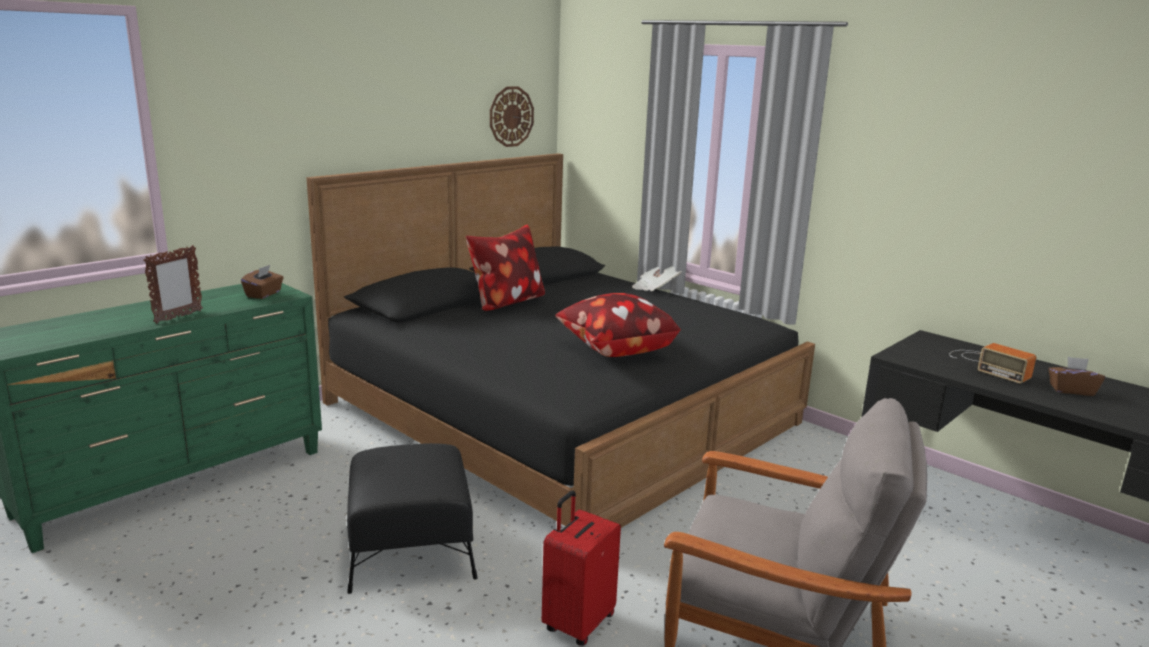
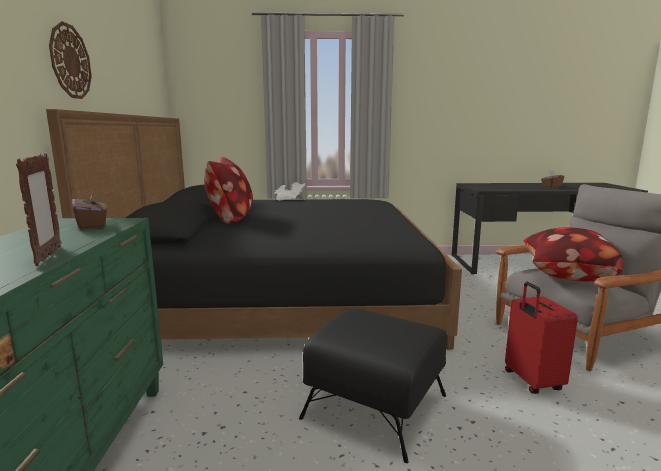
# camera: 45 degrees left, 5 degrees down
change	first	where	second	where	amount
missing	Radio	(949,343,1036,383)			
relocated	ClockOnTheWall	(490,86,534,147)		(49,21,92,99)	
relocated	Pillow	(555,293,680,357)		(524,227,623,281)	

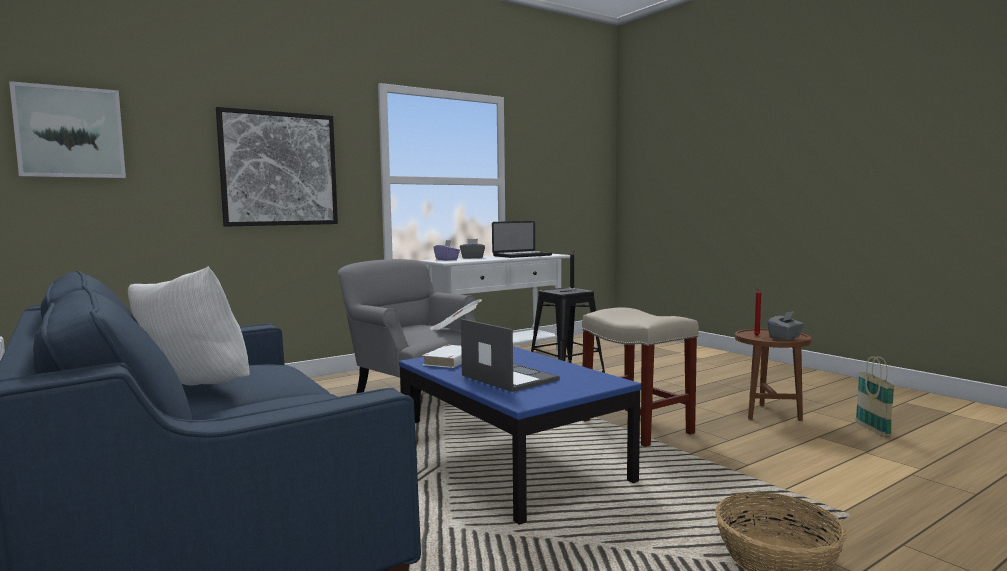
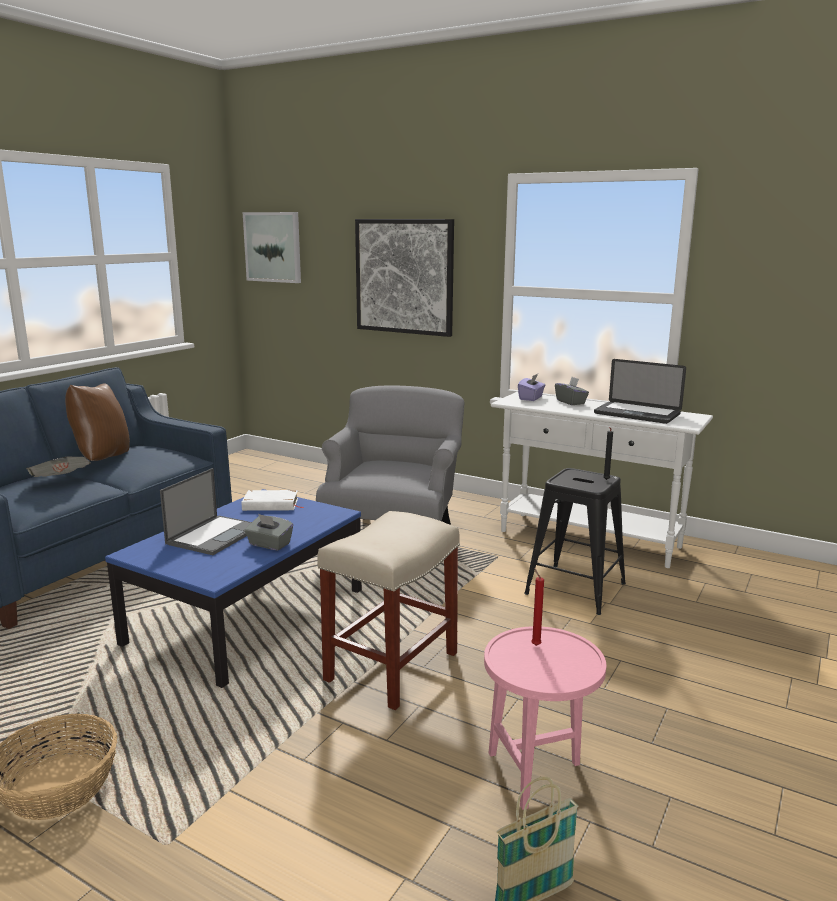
# camera: 65 degrees right, 10 degrees up
change	first	where	second	where	amount
relocated	DailyPaper	(430,299,482,331)		(26,456,91,477)	
relocated	GrayTissueHolder	(767,311,804,340)		(245,514,293,551)	
colour	WhiteColouredPillow	(128,266,250,386)	BrownishPillow	(65,384,130,461)	
colour	BrownishSideTable	(735,329,811,421)	PinkishSideTable	(484,626,606,810)	

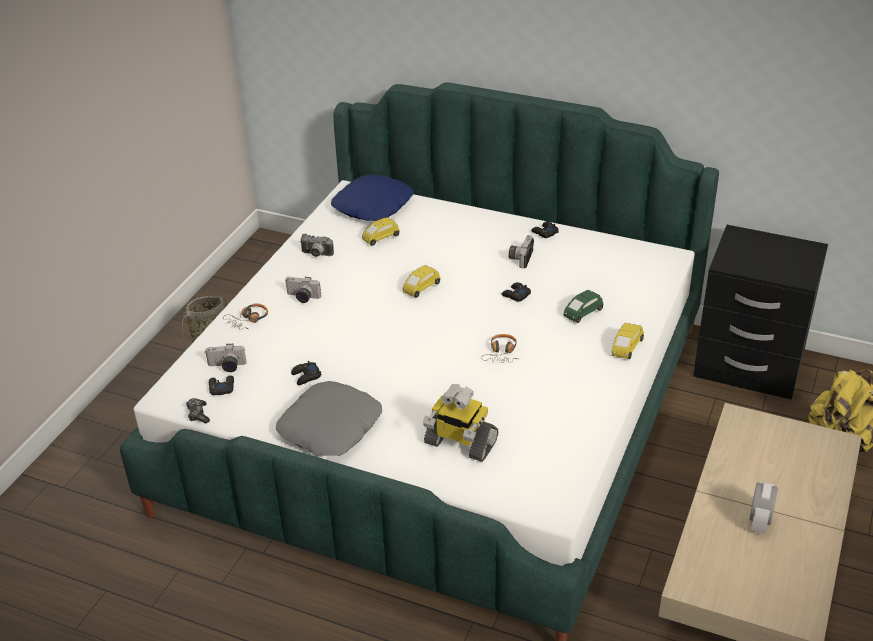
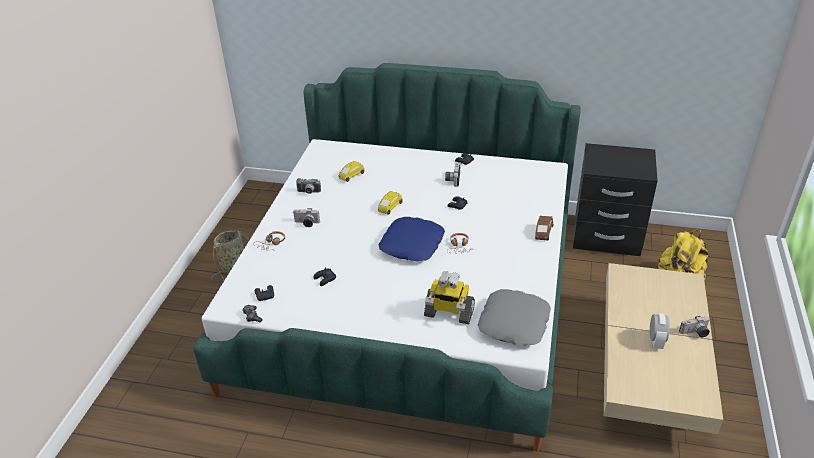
# camera: 10 degrees left, 0 degrees up
change	first	where	second	where	amount
missing	GreenColouredMiniatureCar	(564,290,604,323)			
relocated	PhotoCamera	(205,344,247,372)		(679,316,710,338)	
relocated	GrayPillow	(276,381,382,456)		(478,289,551,346)	
relocated	BluishPillow	(331,174,414,221)		(379,217,445,261)	
colour	YellowColouredMiniatureCar	(612,323,644,359)	BrownishMiniatureCar	(535,216,553,240)	

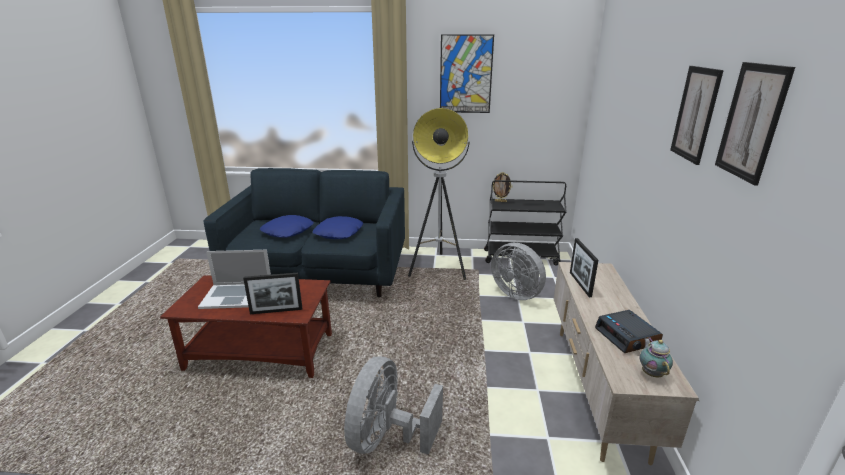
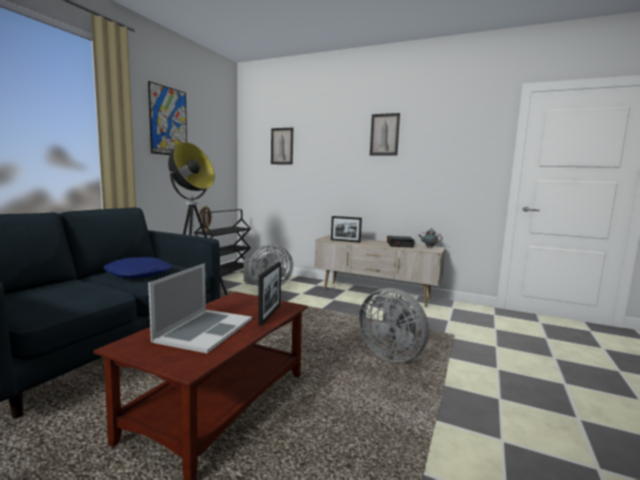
# camera: 70 degrees left, 15 degrees down
change	first	where	second	where	amount
missing	BluishPillow	(260,215,313,238)			
relocated	WallPicture	(715,62,795,186)		(271,128,293,165)	

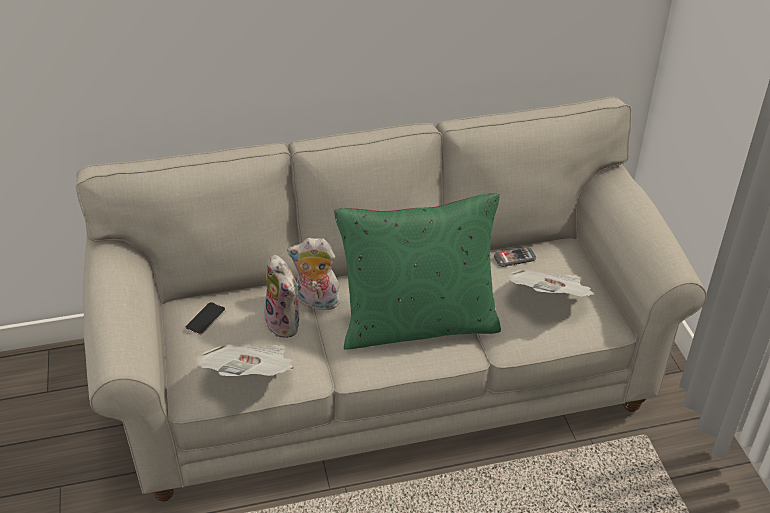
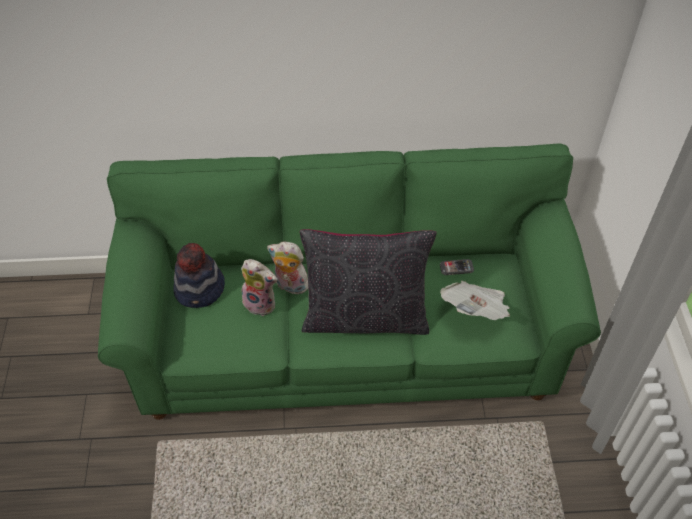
# camera: 10 degrees right, 10 degrees up
change	first	where	second	where	amount
missing	DailyPaper	(196,344,293,376)			
exchanged	Telephone	(185,302,226,335)	Hat	(173,243,225,308)	
colour	BeigeCouch	(76,97,707,502)	GreenColouredCouch	(98,144,601,420)	
colour	GreenColouredPillow	(334,193,501,350)	BlackPillow	(300,229,437,335)	
spun	PlushToy	(264,255,301,338)		(241,259,277,316)	45 degrees counterclockwise

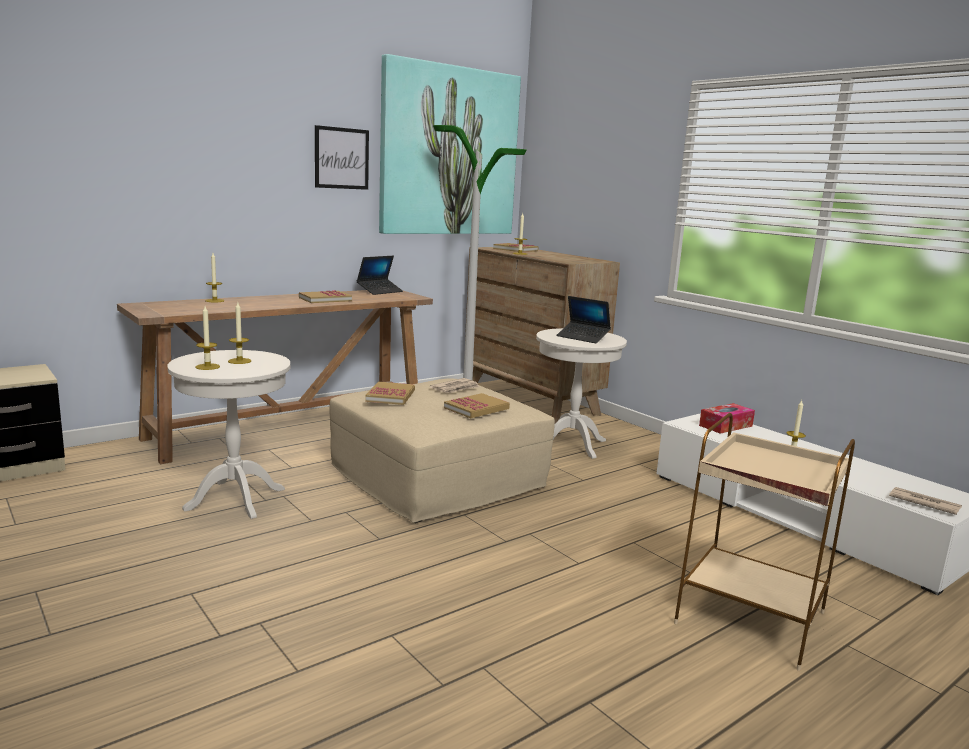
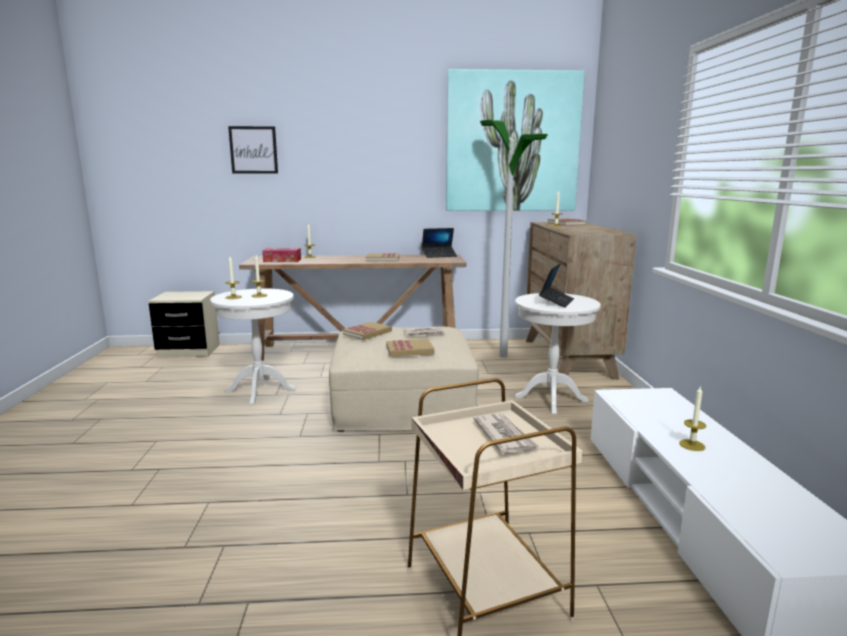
# camera: 35 degrees right, 0 degrees up
change	first	where	second	where	amount
relocated	WallPicture	(315,125,369,190)		(228,126,278,174)	
relocated	TissueHolder	(699,403,755,434)		(262,248,301,262)	
relocated	DailyPaper	(889,487,962,515)		(474,414,539,453)	
spun	PortableComputer	(556,296,611,343)		(539,263,574,308)	135 degrees counterclockwise

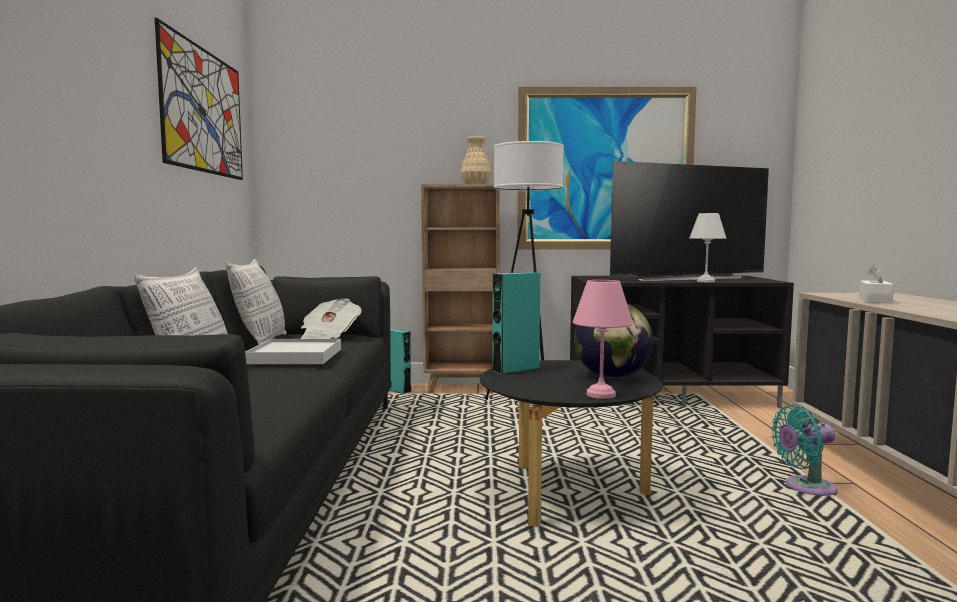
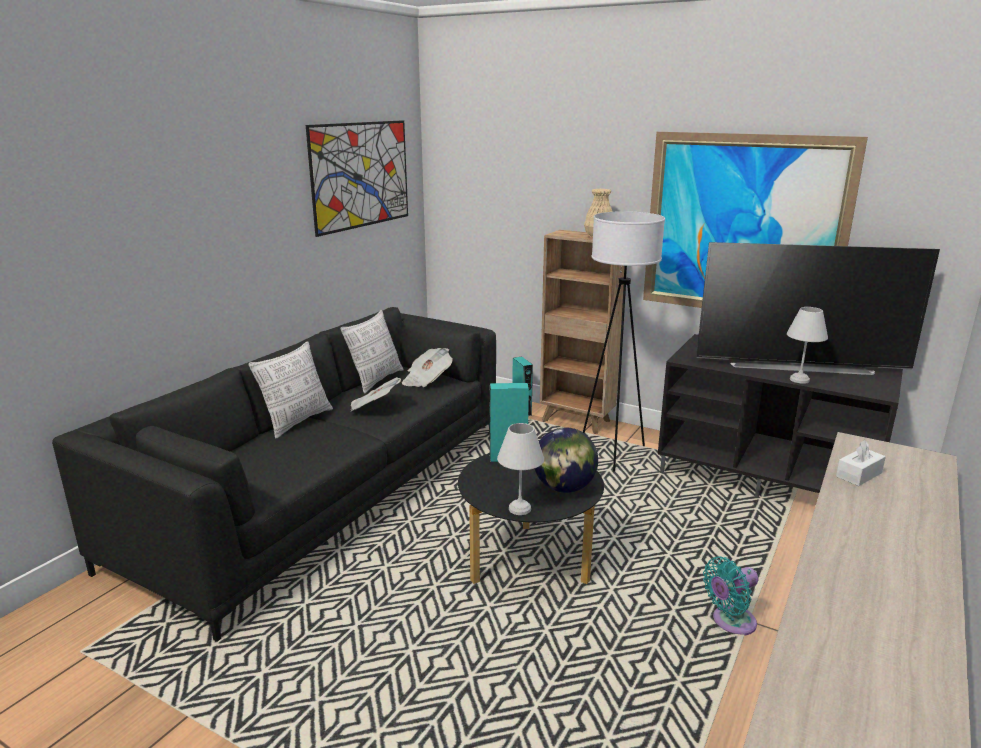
# camera: 30 degrees right, 15 degrees up
change	first	where	second	where	amount
exchanged	WhiteColouredCarryingTray	(245,339,341,364)	DailyPaper	(350,377,401,412)	
colour	PinkishTableLamp	(573,280,633,399)	WhiteColouredTableLamp	(497,423,544,515)	
spun	TurquoiseCoolingFan	(771,405,838,496)		(703,556,759,636)	45 degrees counterclockwise

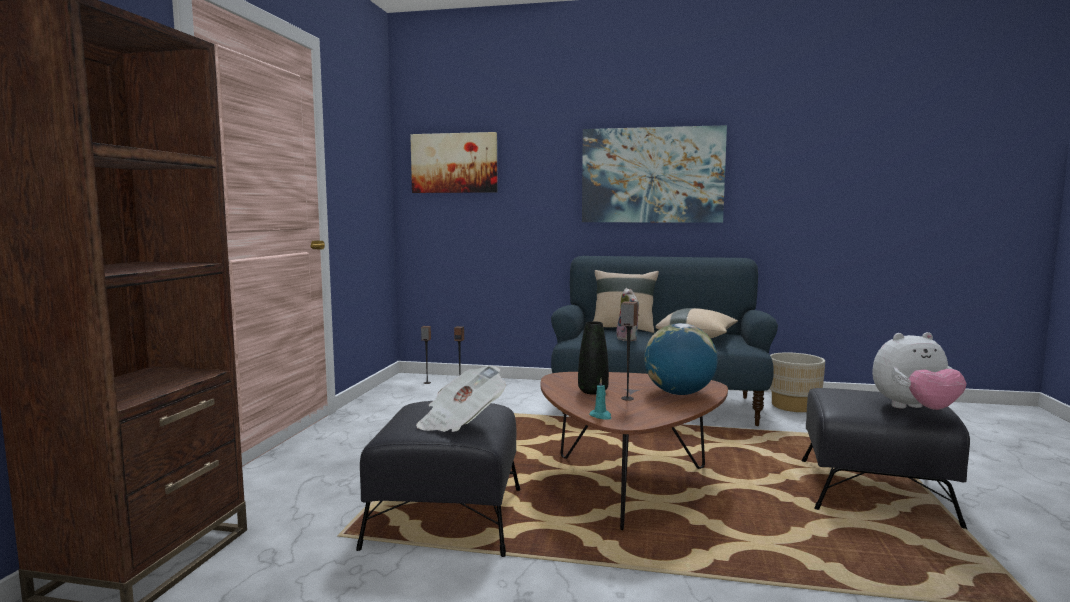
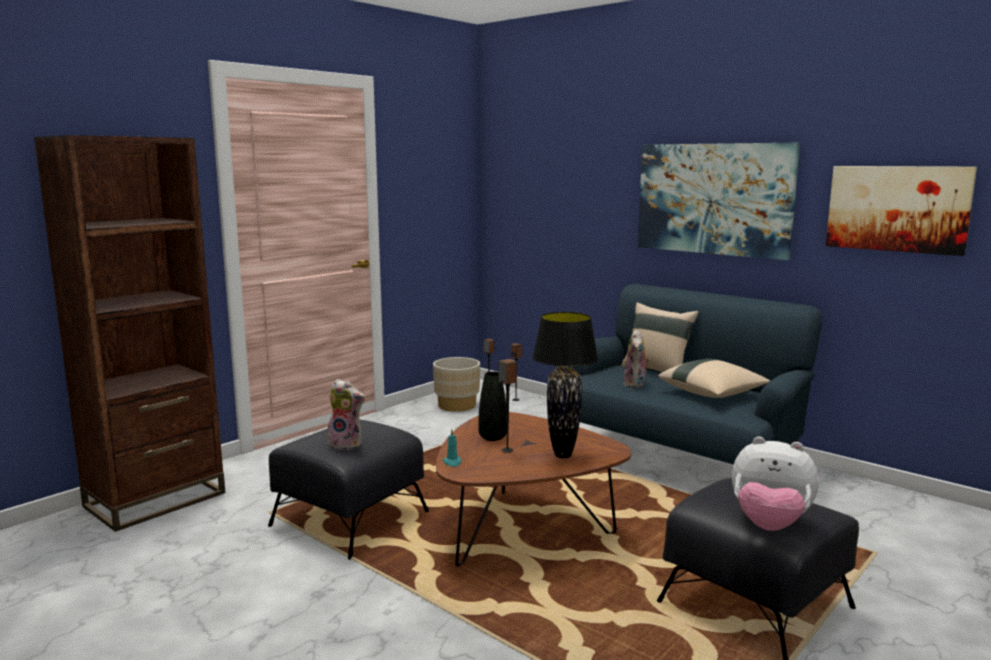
# camera: 30 degrees right, 5 degrees up
change	first	where	second	where	amount
relocated	WallPicture	(410,132,498,193)		(826,166,977,256)	
relocated	BeigePlanter	(769,352,825,412)		(433,357,480,412)	
exchanged	DailyPaper	(416,366,506,432)	PlushToy	(328,379,365,450)	
exchanged	WorldGlobe	(644,323,718,395)	BlackTableLamp	(532,312,598,458)	

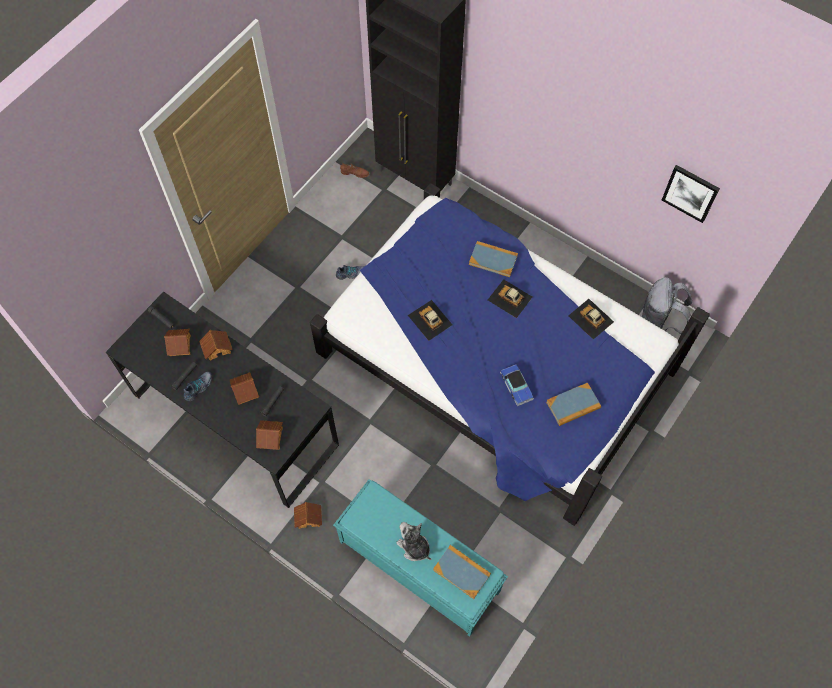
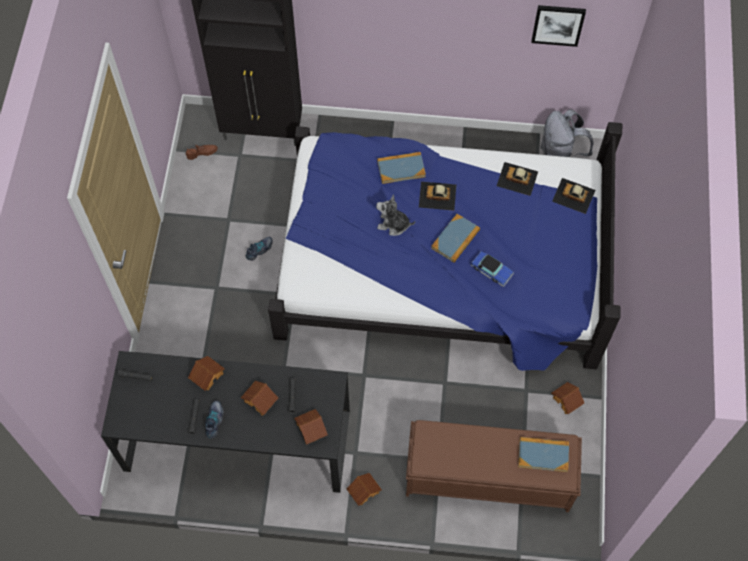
# camera: 30 degrees left, 0 degrees up
change	first	where	second	where	amount
relocated	MiniatureHouse	(164,329,191,356)		(551,382,584,414)	
relocated	PlushToy	(396,522,432,561)		(376,194,415,236)	
relocated	MiniatureCar	(408,300,452,341)		(552,178,596,214)	
relocated	Book	(546,382,601,426)		(431,214,480,263)	
colour	TurquoiseIndoorBench	(333,479,508,637)	BrownishIndoorBench	(406,420,582,512)	

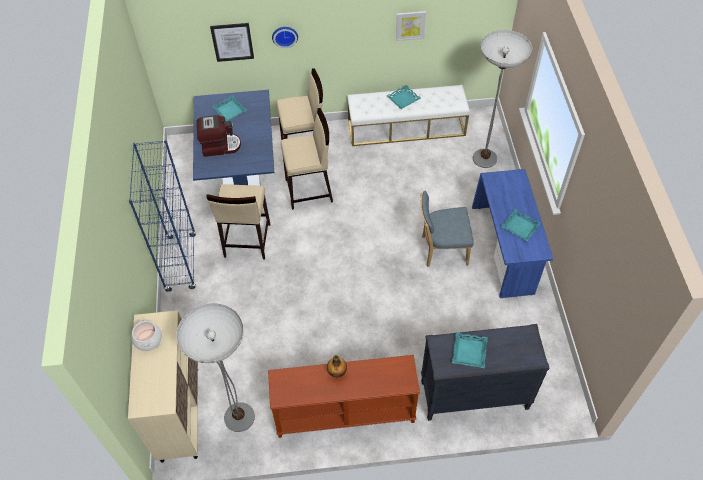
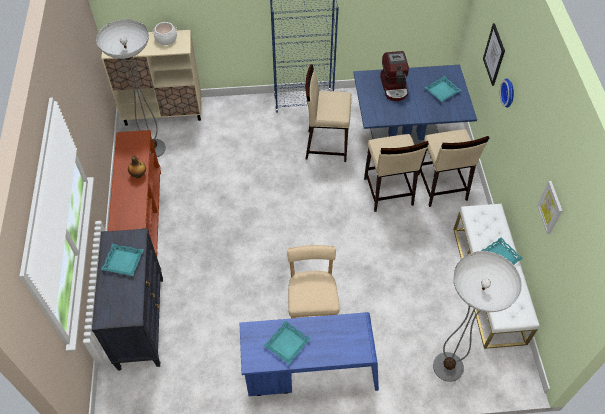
# camera: 90 degrees right, 0 degrees up
change	first	where	second	where	amount
colour	BluishUprightChair	(420,191,474,267)	BeigeUprightChair	(287,245,340,318)	

